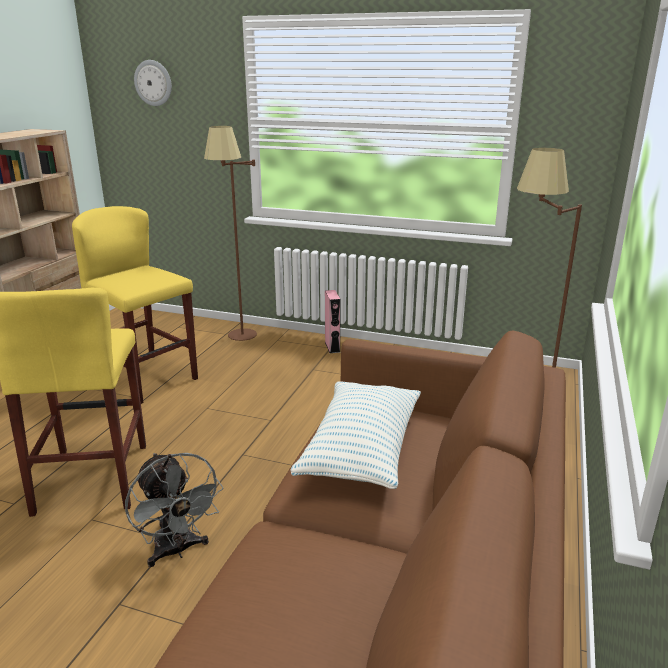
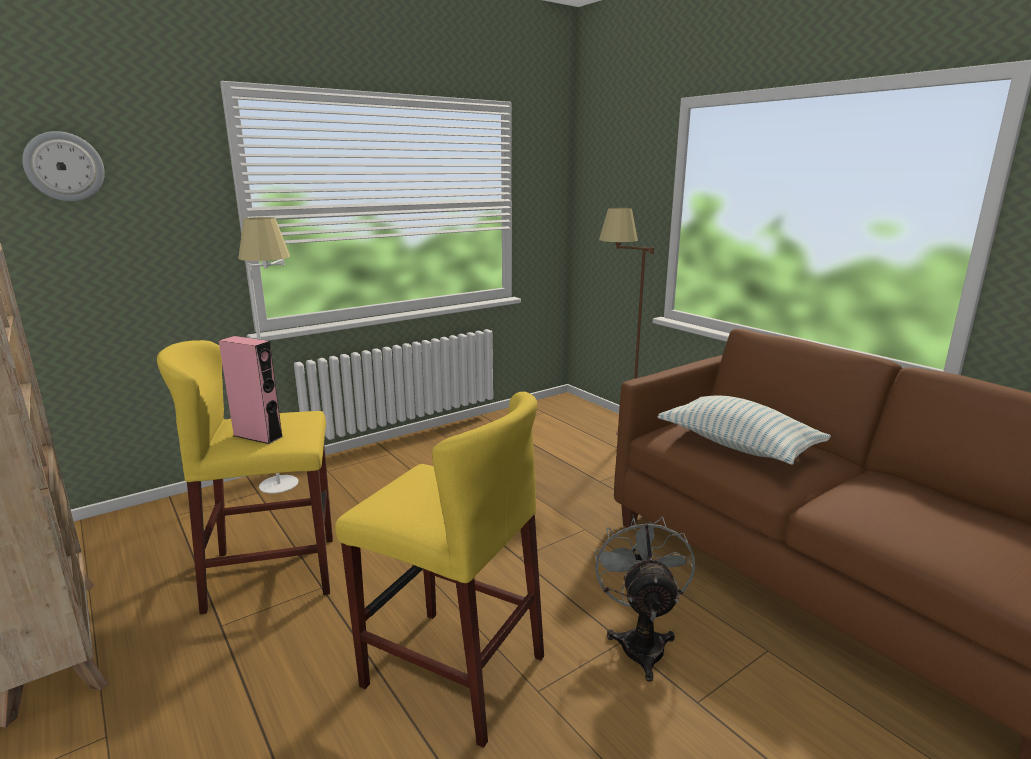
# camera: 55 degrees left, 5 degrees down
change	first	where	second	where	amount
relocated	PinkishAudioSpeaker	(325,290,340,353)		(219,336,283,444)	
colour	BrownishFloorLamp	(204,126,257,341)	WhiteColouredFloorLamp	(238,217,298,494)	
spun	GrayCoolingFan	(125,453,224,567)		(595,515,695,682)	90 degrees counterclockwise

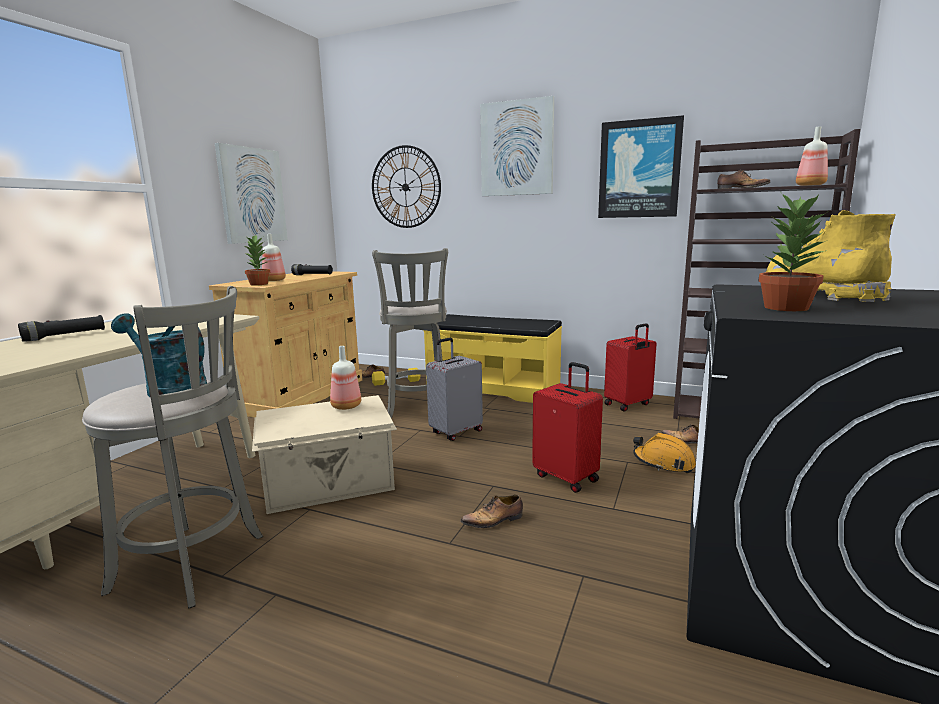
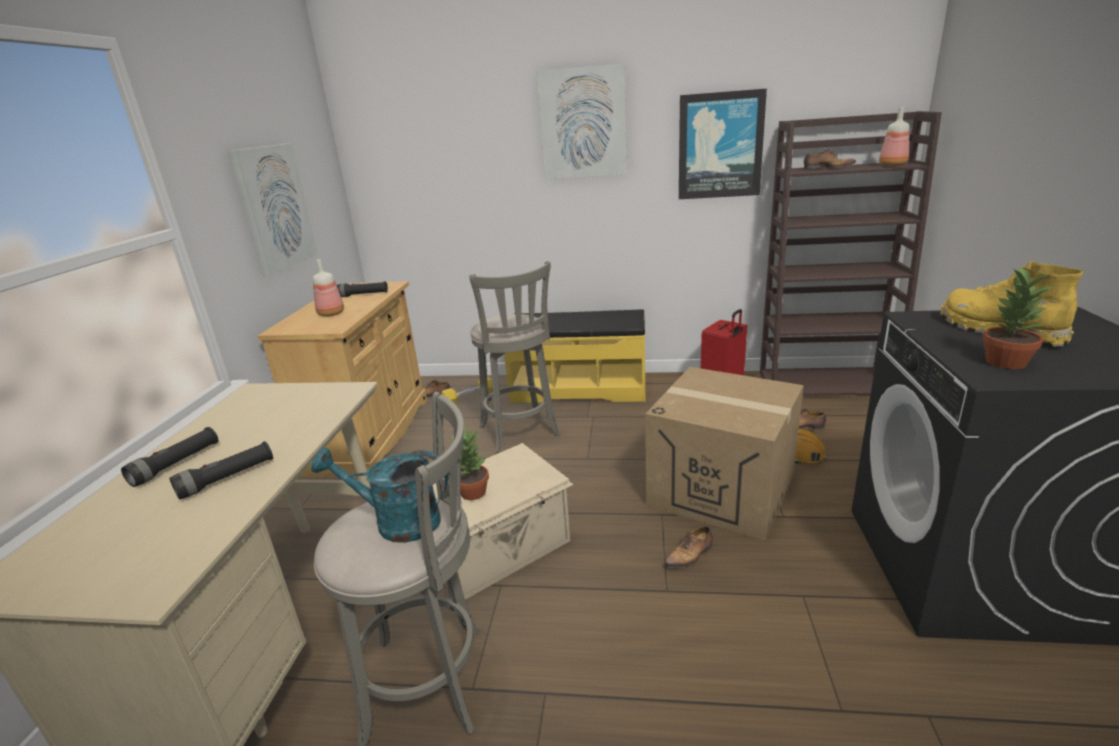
# camera: 15 degrees left, 10 degrees up
change	first	where	second	where	amount
missing	DrinkBottle	(330,346,361,410)			
missing	ClockOnTheWall	(372,145,441,228)			
missing	GraySuitcase	(426,338,483,441)			
appeared			BlackTorch	(169,441,273,500)	
relocated	Houseplant	(244,234,270,286)		(451,427,489,500)	
exchanged	RedColouredSuitcase	(532,362,603,493)	CardboardBox	(645,367,804,541)	

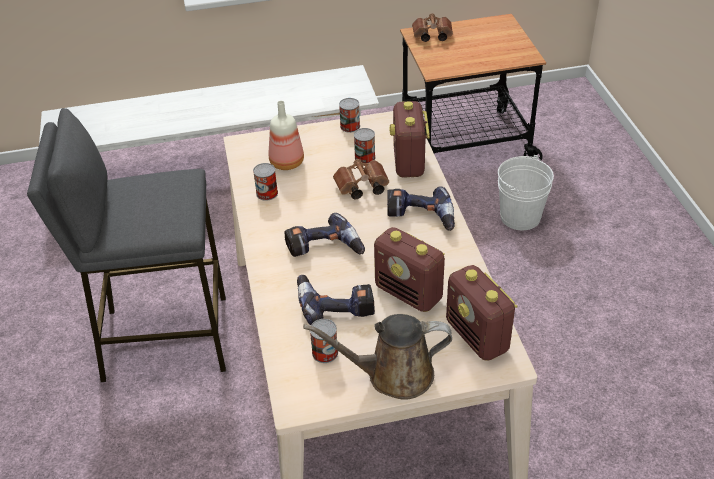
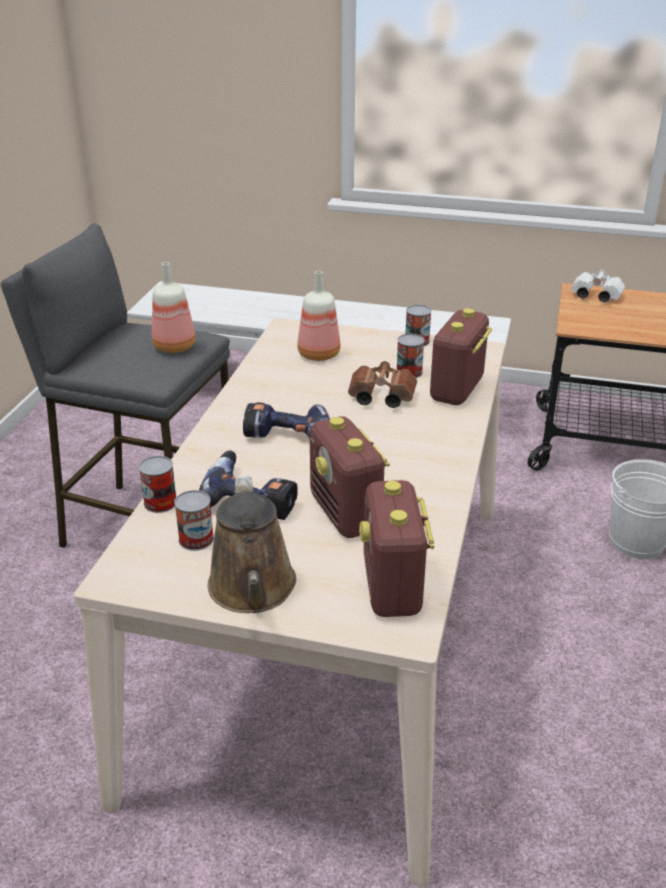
# camera: 25 degrees right, 10 degrees down
change	first	where	second	where	amount
missing	ElectricDrill	(387,186,455,231)			
appeared			DrinkBottle	(152,262,196,353)	
relocated	MetalCan	(253,163,278,201)		(139,456,176,513)	
colour	BrownishPairOfBinoculars	(412,13,453,42)	WhiteColouredPairOfBinoculars	(571,269,625,303)	
spun	BrownishSprinklingCan	(303,314,452,400)		(208,476,296,613)	120 degrees counterclockwise

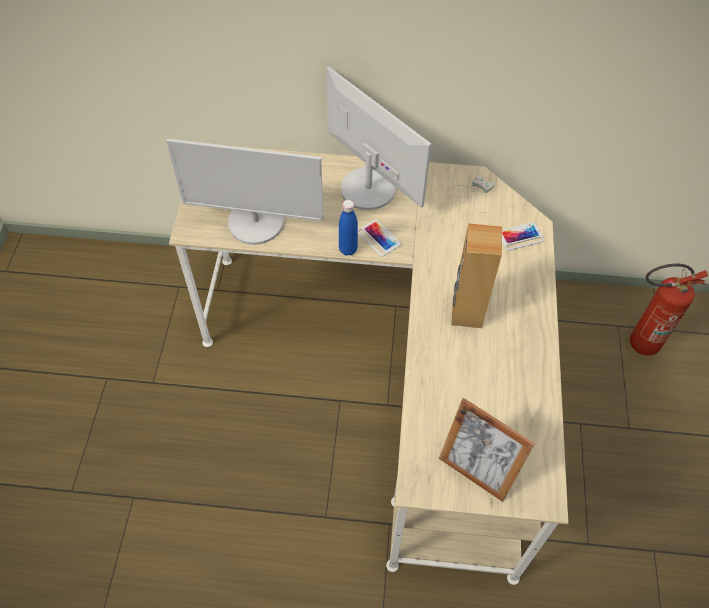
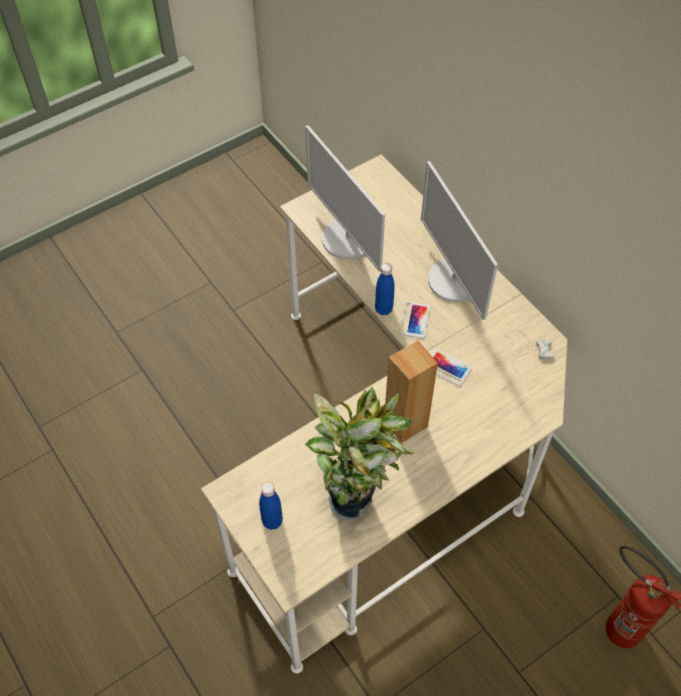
# camera: 50 degrees right, 0 degrees up
change	first	where	second	where	amount
appeared			Houseplant	(305,386,415,520)	
relocated	Telephone	(502,222,544,250)		(431,349,472,386)	
exchanged	PictureFrame	(439,398,535,502)	BluishDrinkBottle	(259,482,283,530)	
spun	ComputerScreen	(326,66,432,210)		(421,161,498,320)	150 degrees clockwise

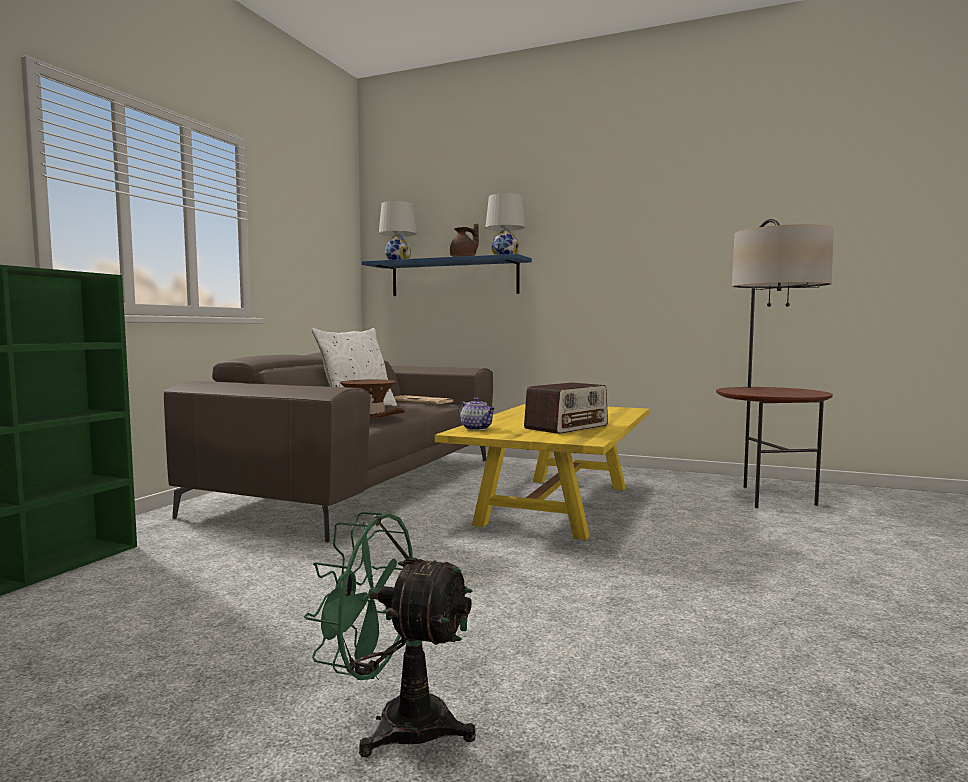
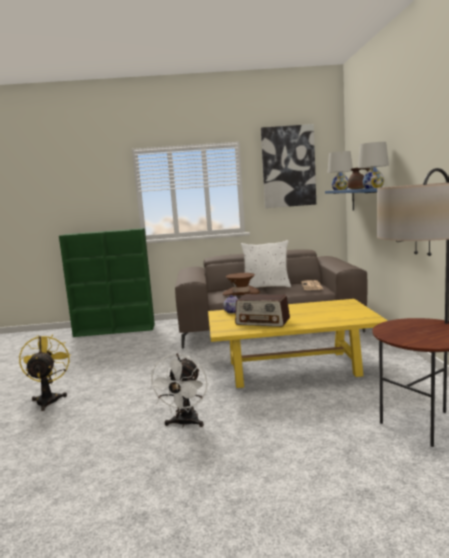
# camera: 65 degrees right, 5 degrees up
change	first	where	second	where	amount
appeared			WhiteColouredCoolingFan	(148,353,208,428)	
appeared			WallPicture	(261,124,316,208)	
colour	GreenColouredCoolingFan	(304,512,476,757)	YellowColouredCoolingFan	(19,334,71,411)	

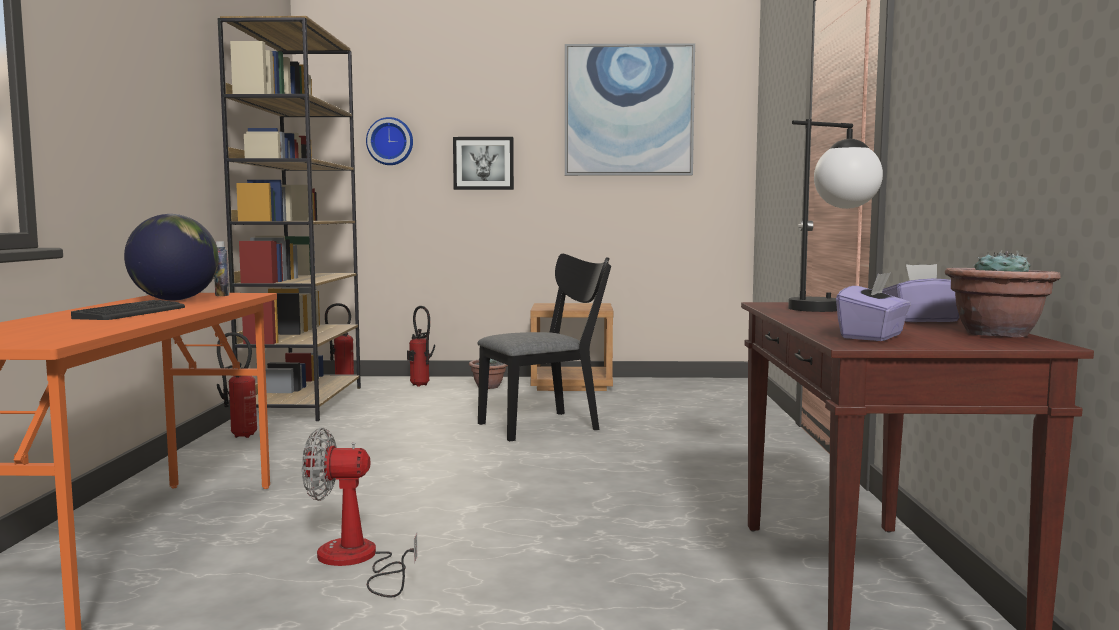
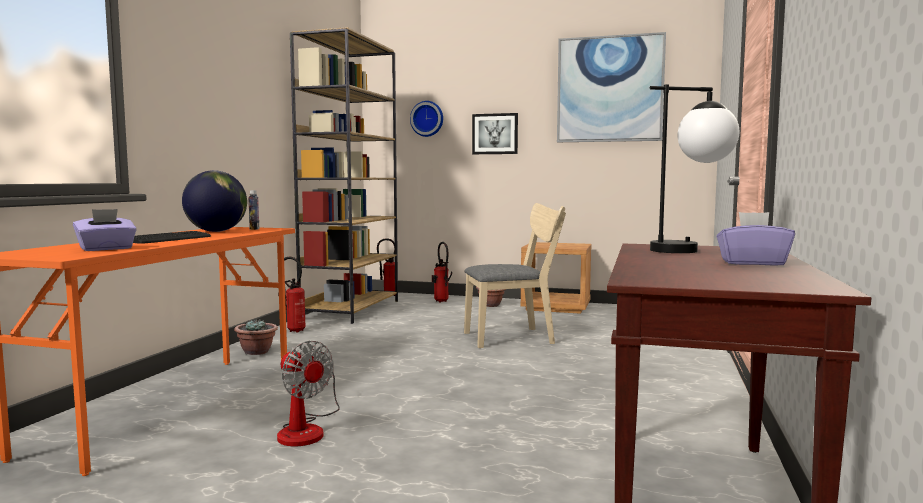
# camera: 15 degrees right, 0 degrees up
change	first	where	second	where	amount
relocated	PurpleColouredTissueHolder	(836,272,911,341)		(73,209,137,251)	
relocated	Houseplant	(945,250,1061,337)		(234,318,278,355)	
colour	BlackUprightChair	(477,254,611,441)	BeigeUprightChair	(464,203,566,348)	
spun	CoolingFan	(302,427,418,598)		(277,341,340,446)	150 degrees counterclockwise

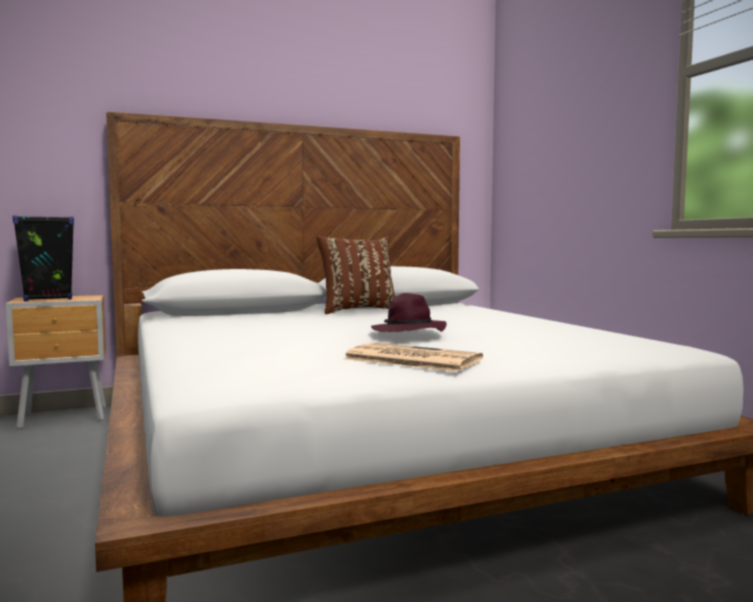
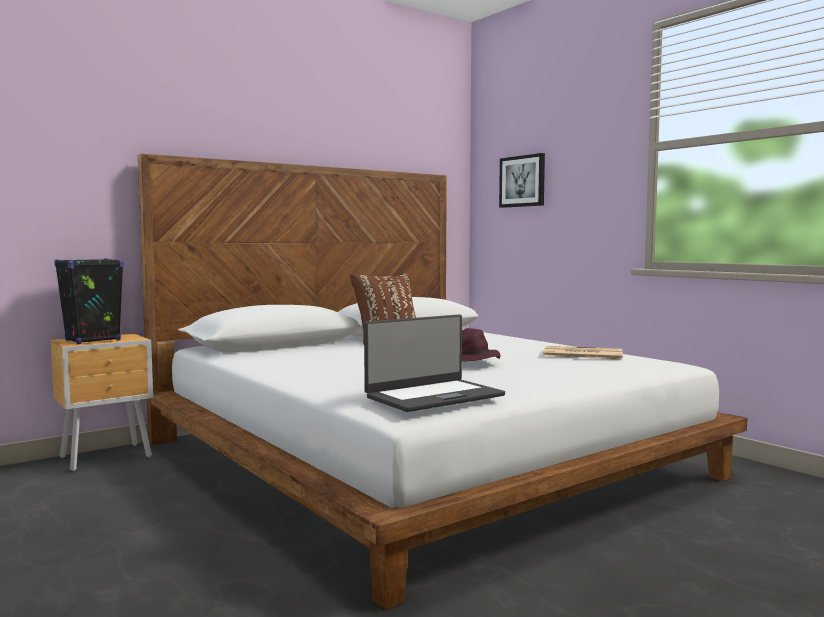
# camera: 15 degrees left, 0 degrees up
change	first	where	second	where	amount
appeared			PortableComputer	(364,314,505,412)	
appeared			WallPicture	(499,153,545,208)	
relocated	DailyPaper	(343,342,483,372)		(543,346,623,360)	

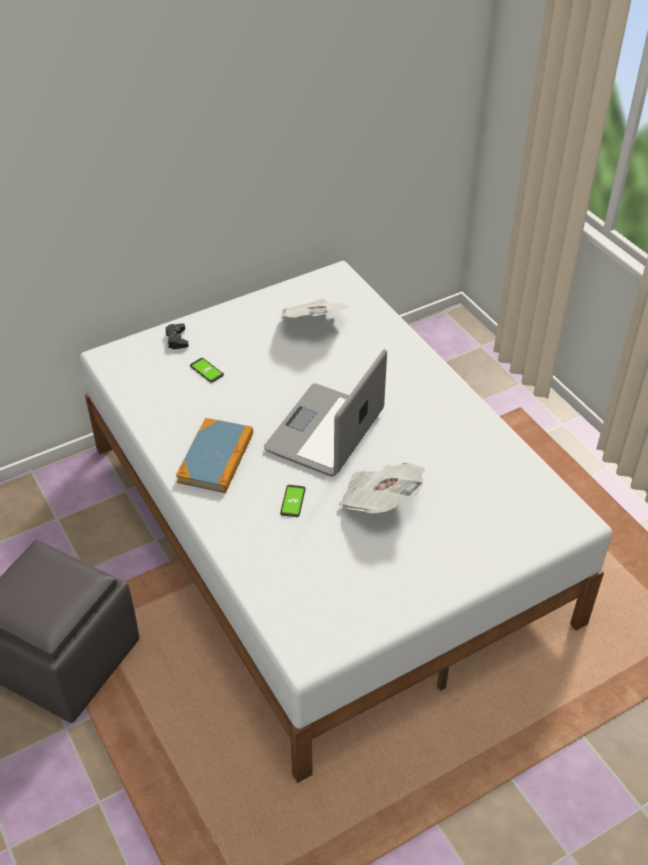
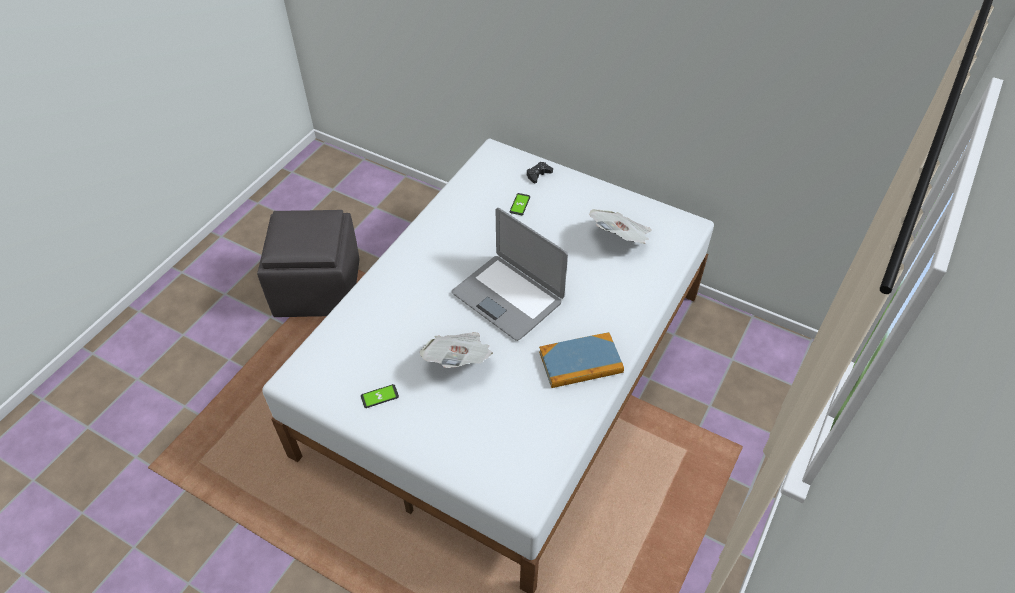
# camera: 60 degrees right, 5 degrees up
change	first	where	second	where	amount
relocated	Book	(176,418,253,493)		(539,332,624,388)	
relocated	Telephone	(280,485,306,517)		(361,384,399,408)	
spun	PortableComputer	(264,349,387,477)		(452,208,568,341)	135 degrees counterclockwise

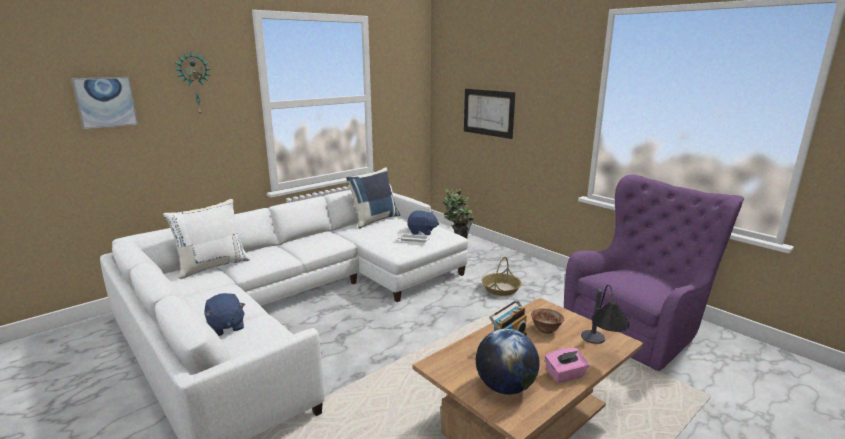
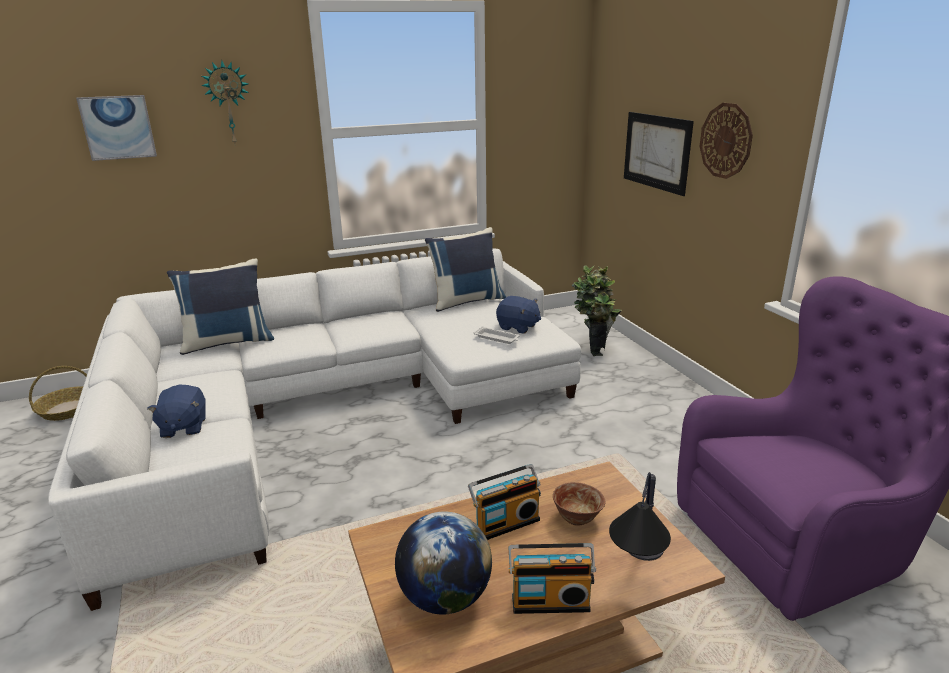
# camera: 20 degrees right, 5 degrees up
change	first	where	second	where	amount
appeared			ClockOnTheWall	(699,103,753,179)	
relocated	StorageBasket	(482,257,522,296)		(29,366,87,421)	
exchanged	PinkishTissueHolder	(545,348,590,383)	Radio	(509,543,596,614)	
colour	WhiteColouredPillow	(163,199,251,279)	BluishPillow	(167,259,274,355)	

